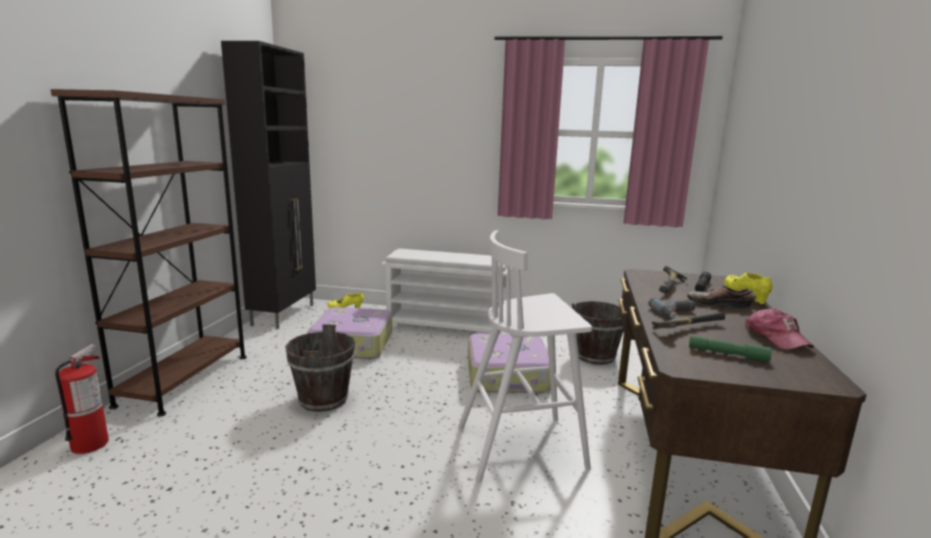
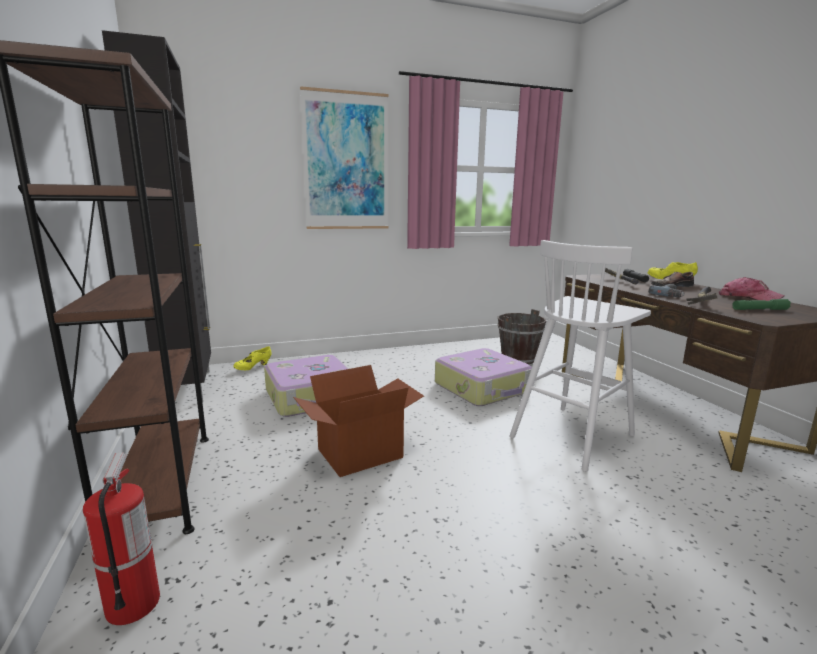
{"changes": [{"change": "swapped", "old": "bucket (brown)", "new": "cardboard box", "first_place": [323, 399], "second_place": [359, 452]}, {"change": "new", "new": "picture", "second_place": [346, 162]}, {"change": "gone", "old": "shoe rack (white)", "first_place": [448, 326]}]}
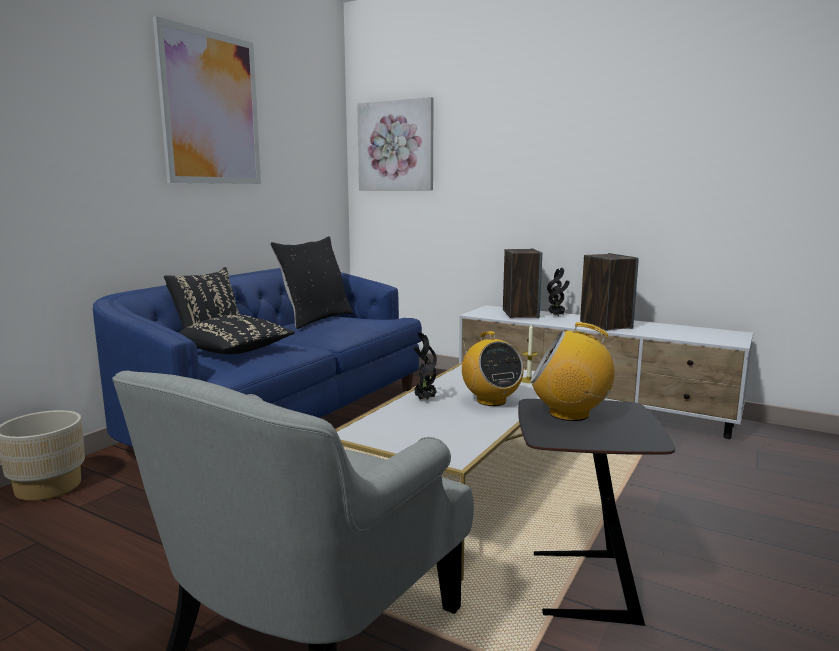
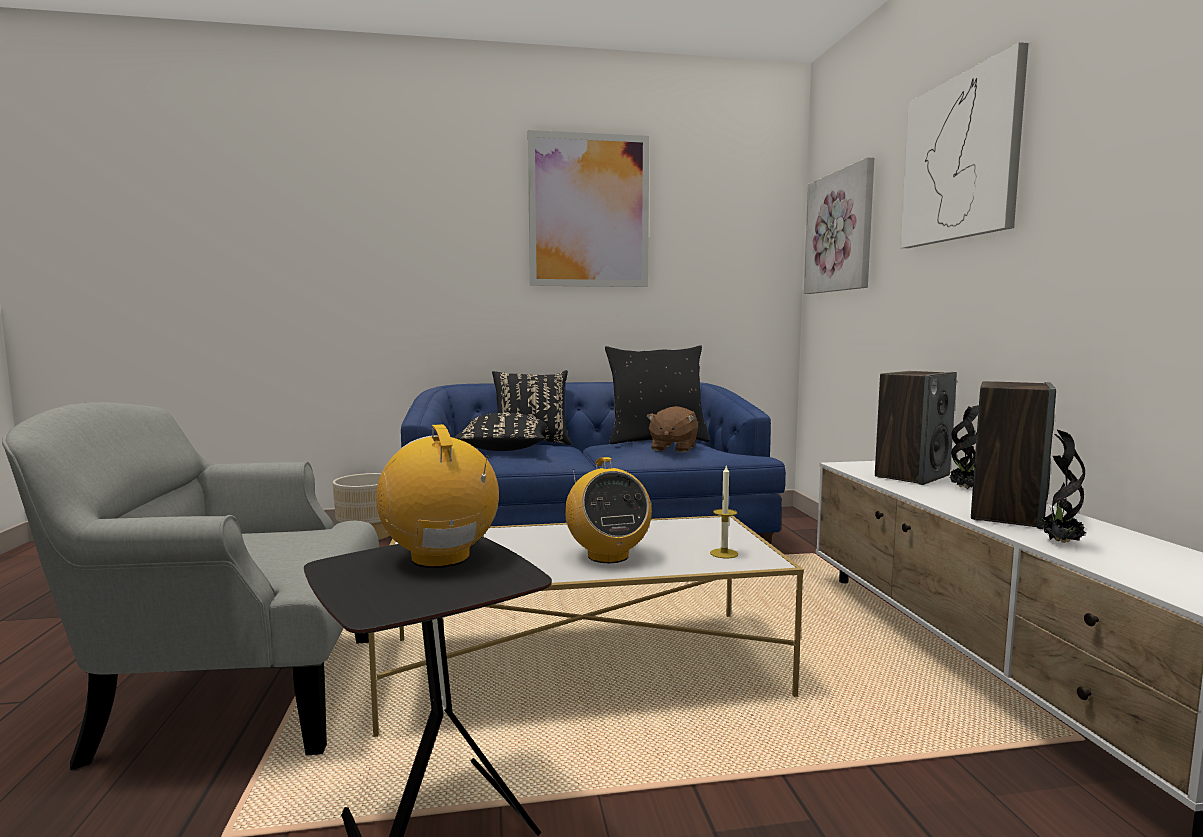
{"changes": [{"change": "rotated", "old": "radio", "first_place": [491, 401], "second_place": [607, 556], "degrees": -45}, {"change": "new", "new": "plush toy (brown)", "second_place": [673, 448]}, {"change": "new", "new": "picture", "second_place": [960, 158]}, {"change": "shifted", "old": "potted plant", "first_place": [424, 400], "second_place": [1059, 542]}]}
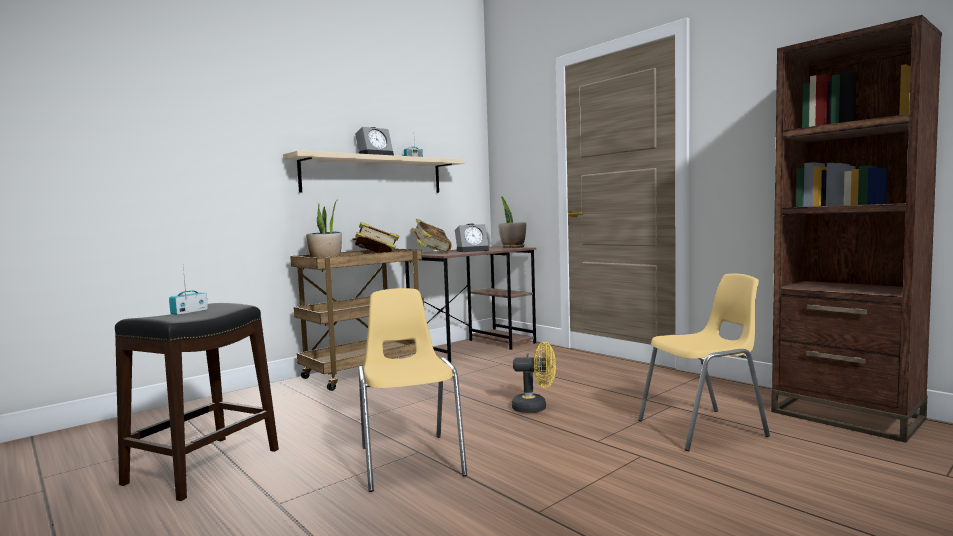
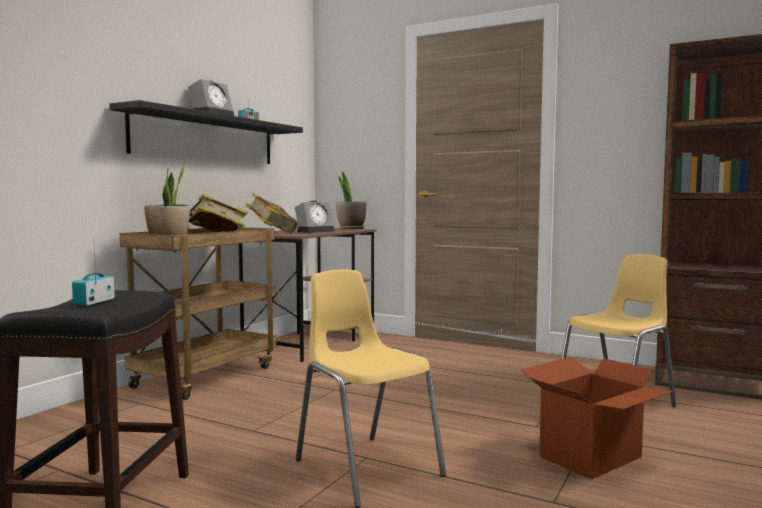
{"changes": [{"change": "repainted", "old": "shelf (beige)", "new": "shelf (black)", "first_place": [374, 175], "second_place": [207, 138]}, {"change": "new", "new": "cardboard box", "second_place": [592, 457]}, {"change": "gone", "old": "fan (yellow)", "first_place": [535, 408]}]}
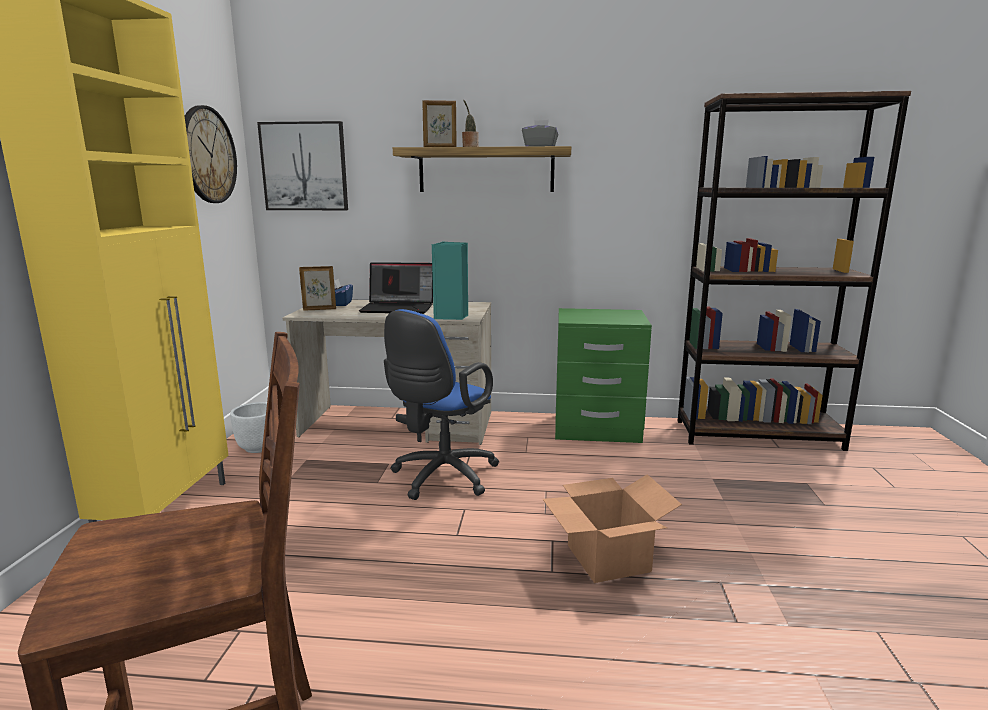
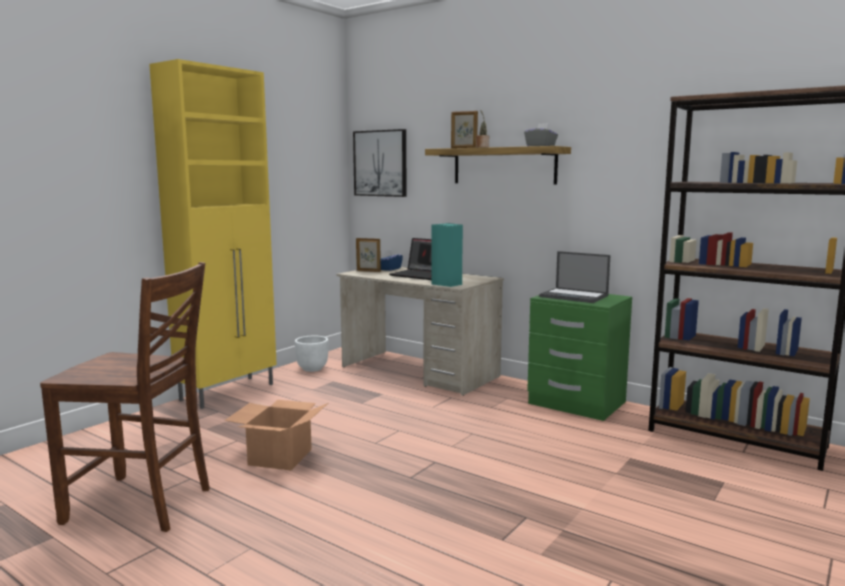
{"changes": [{"change": "shifted", "old": "cardboard box", "first_place": [609, 559], "second_place": [280, 457]}, {"change": "new", "new": "laptop", "second_place": [574, 296]}, {"change": "gone", "old": "wall clock", "first_place": [207, 155]}, {"change": "gone", "old": "office chair (blue)", "first_place": [441, 478]}]}
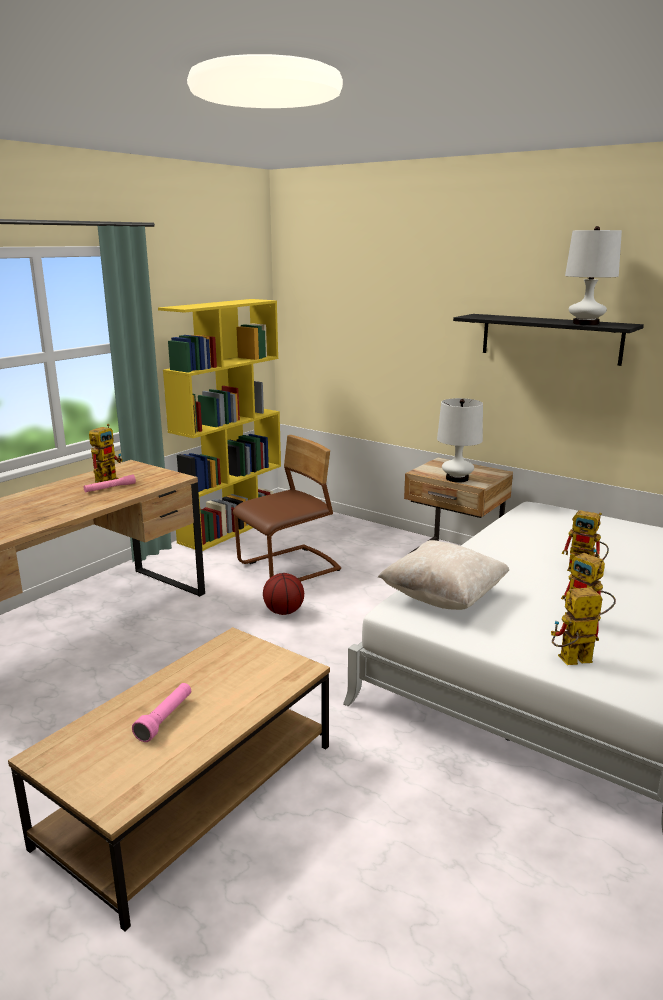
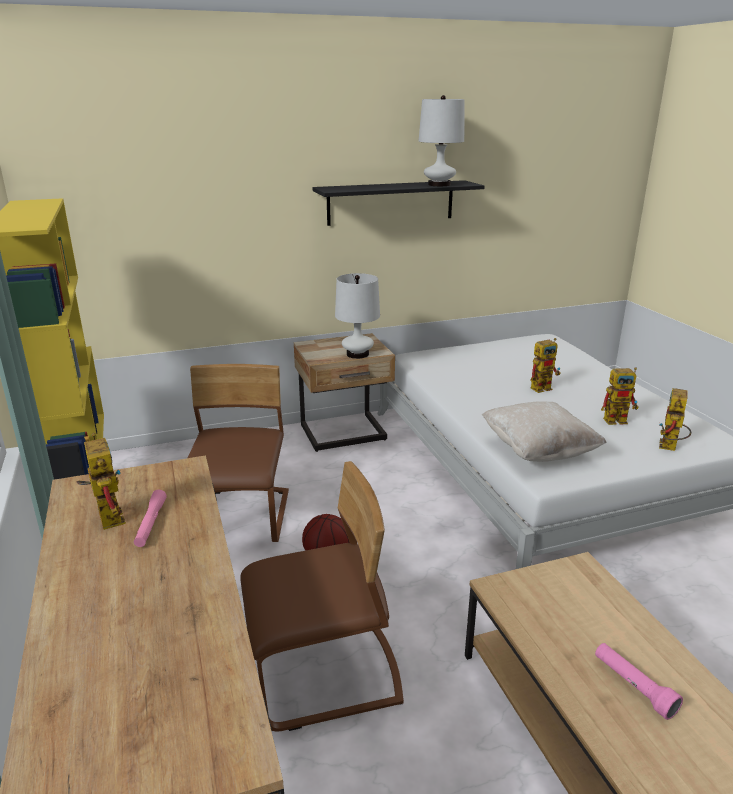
{"changes": [{"change": "new", "new": "chair (brown)", "second_place": [325, 674]}]}
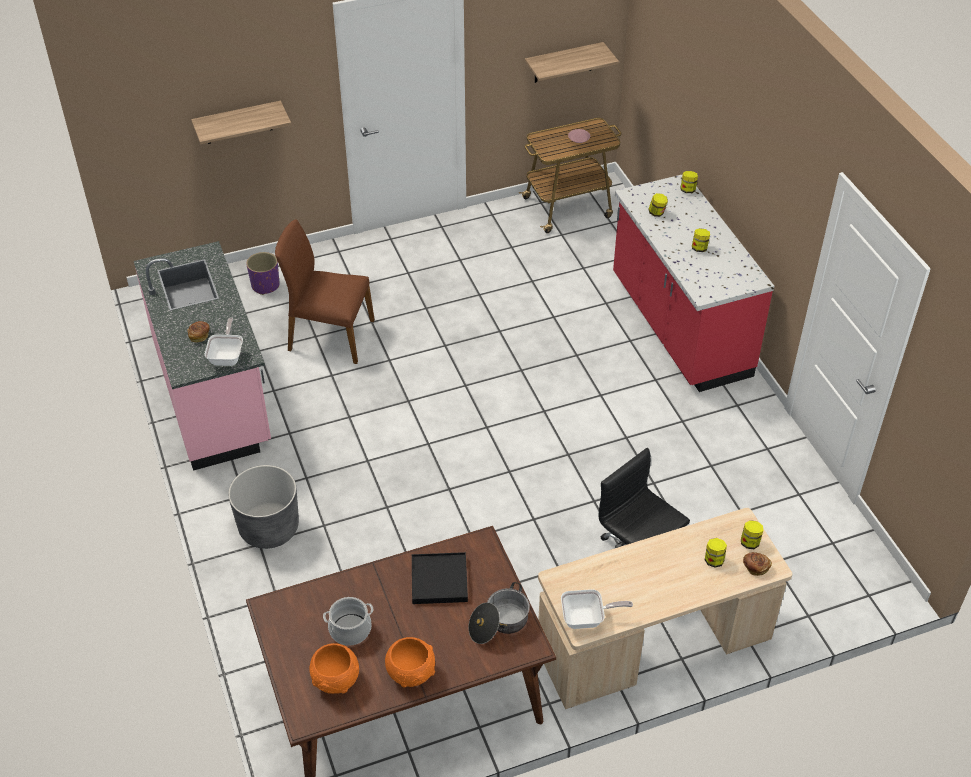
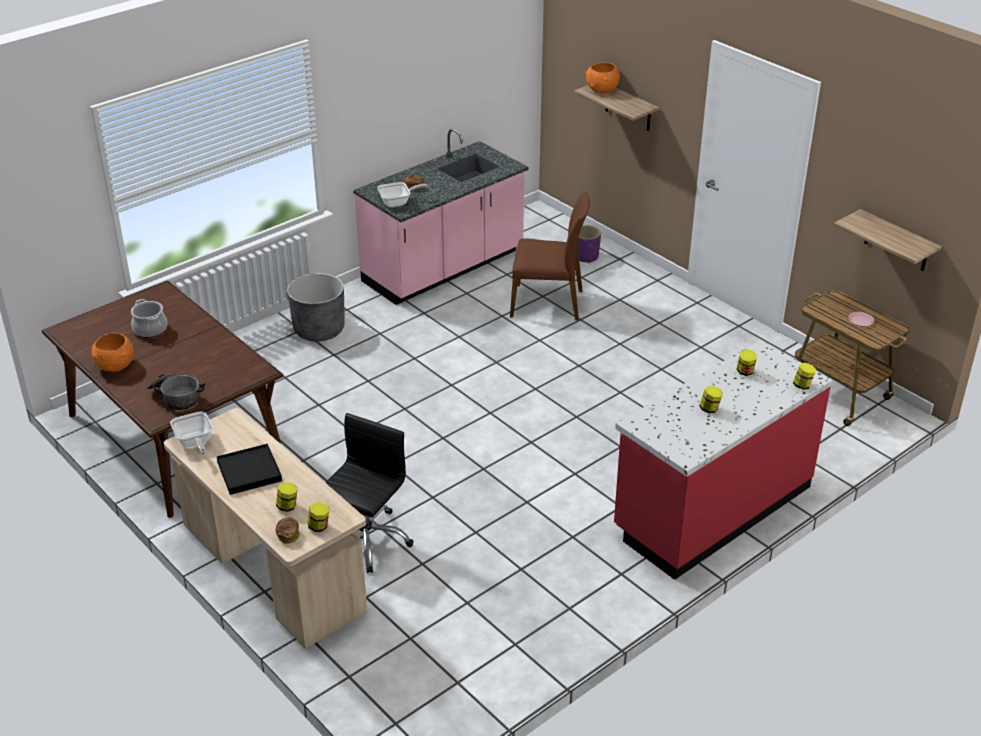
{"changes": [{"change": "shifted", "old": "tray (black)", "first_place": [439, 580], "second_place": [249, 472]}, {"change": "rotated", "old": "chair (brown)", "first_place": [329, 336], "second_place": [548, 303], "degrees": 105}, {"change": "shifted", "old": "bowl (orange)", "first_place": [336, 680], "second_place": [602, 90]}]}
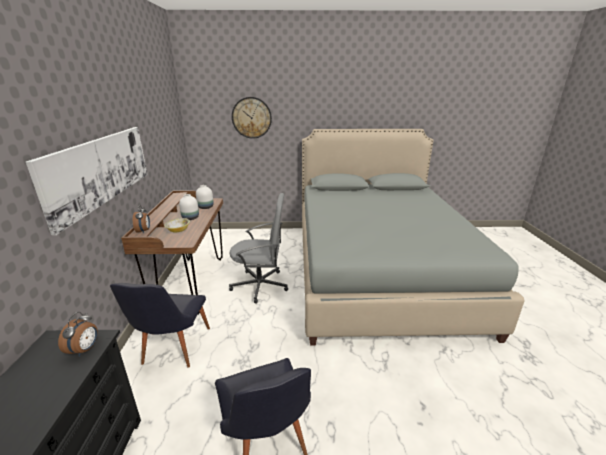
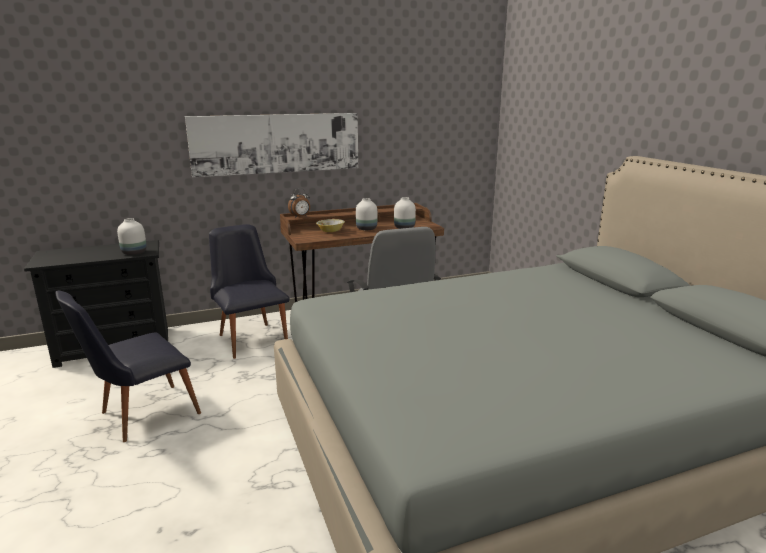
{"changes": [{"change": "swapped", "old": "alarm clock", "new": "vase (white)", "first_place": [85, 349], "second_place": [135, 252]}, {"change": "rotated", "old": "chair (black)", "first_place": [172, 350], "second_place": [251, 337], "degrees": 75}, {"change": "gone", "old": "wall clock", "first_place": [251, 118]}]}
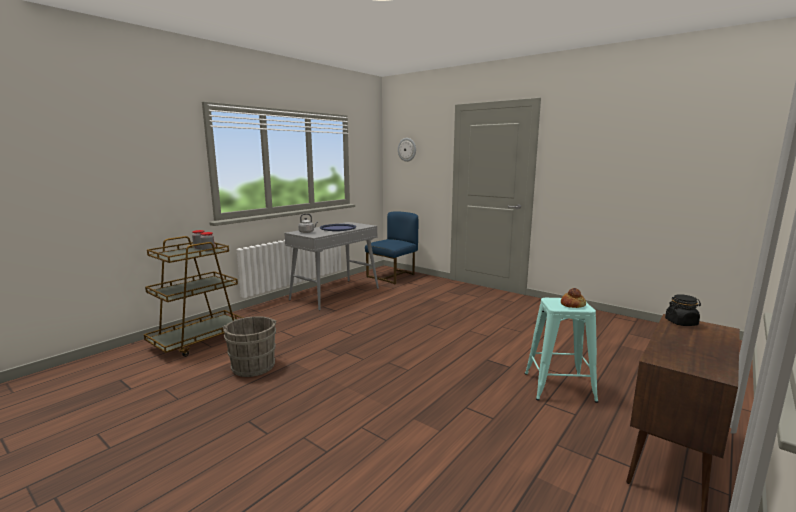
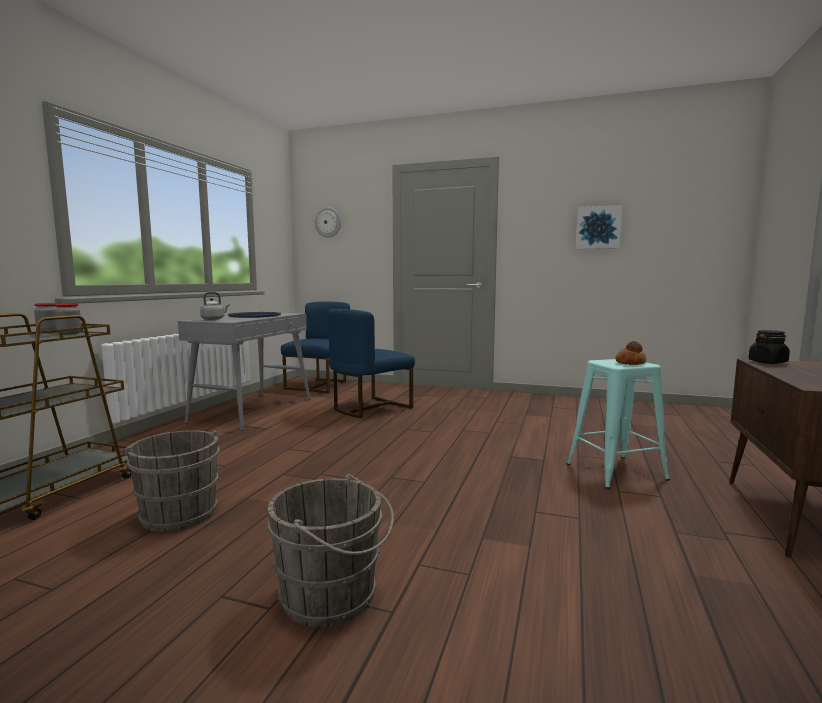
{"changes": [{"change": "new", "new": "bucket (grey)", "second_place": [334, 596]}, {"change": "new", "new": "chair (blue)", "second_place": [370, 408]}, {"change": "new", "new": "picture", "second_place": [598, 227]}]}
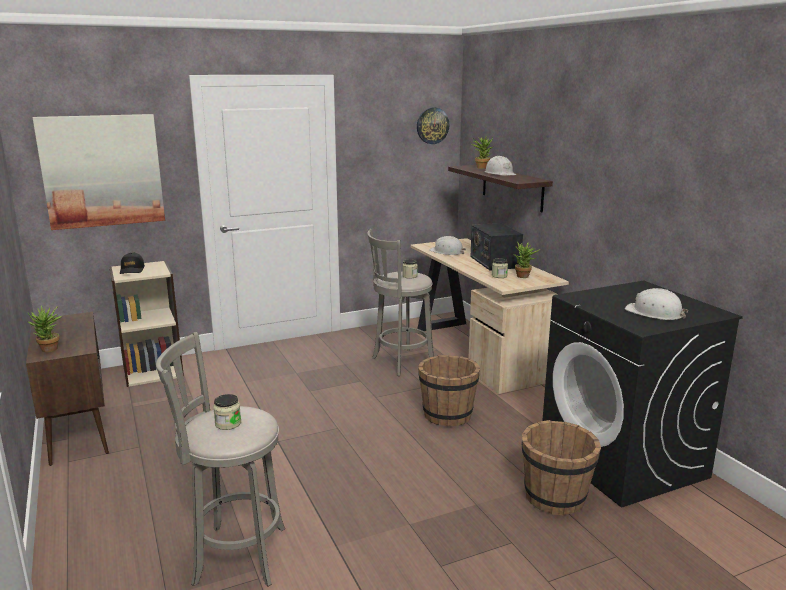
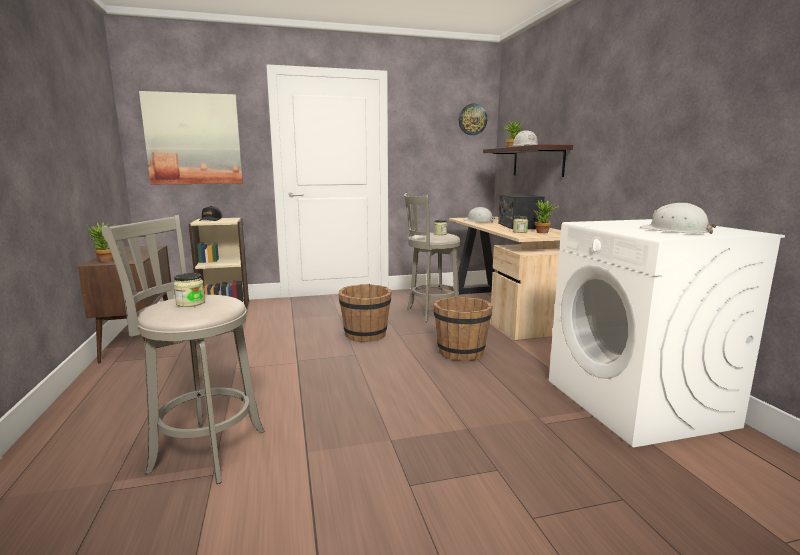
{"changes": [{"change": "shifted", "old": "bucket (brown)", "first_place": [555, 498], "second_place": [365, 335]}, {"change": "repainted", "old": "washing machine (black)", "new": "washing machine (white)", "first_place": [623, 460], "second_place": [638, 403]}]}
